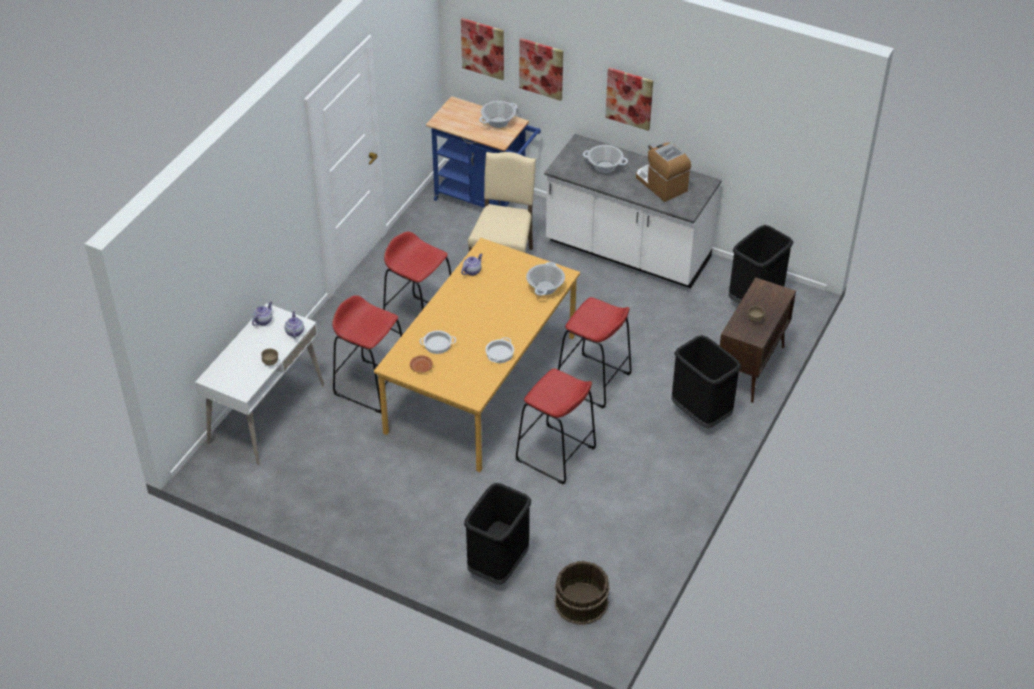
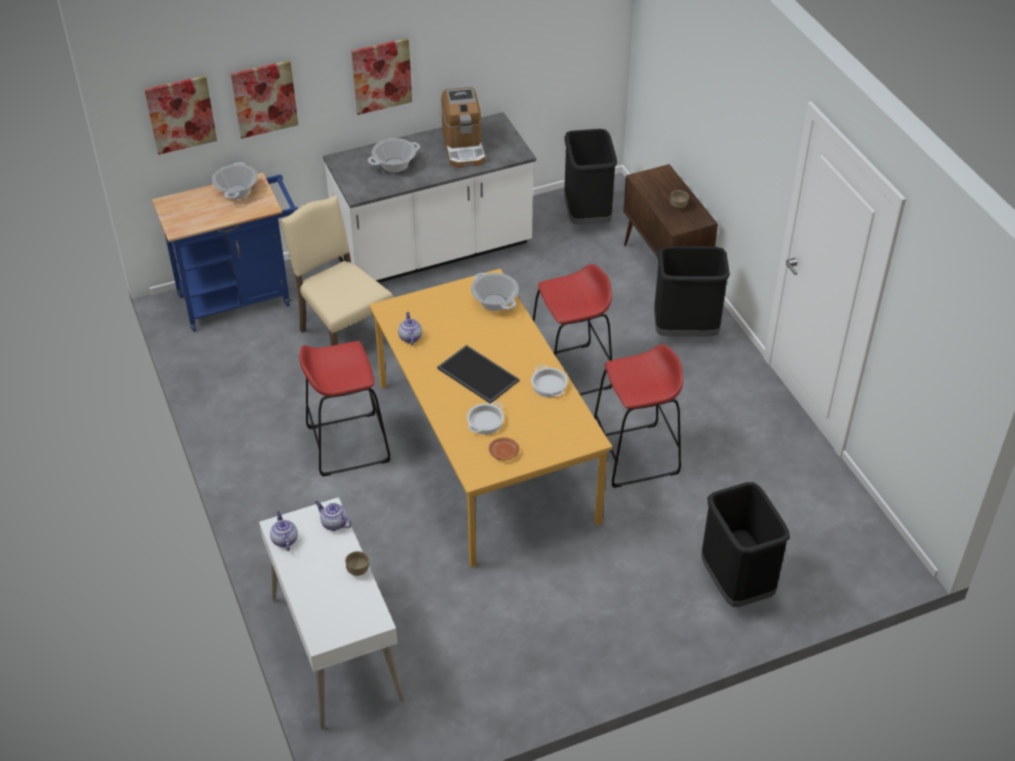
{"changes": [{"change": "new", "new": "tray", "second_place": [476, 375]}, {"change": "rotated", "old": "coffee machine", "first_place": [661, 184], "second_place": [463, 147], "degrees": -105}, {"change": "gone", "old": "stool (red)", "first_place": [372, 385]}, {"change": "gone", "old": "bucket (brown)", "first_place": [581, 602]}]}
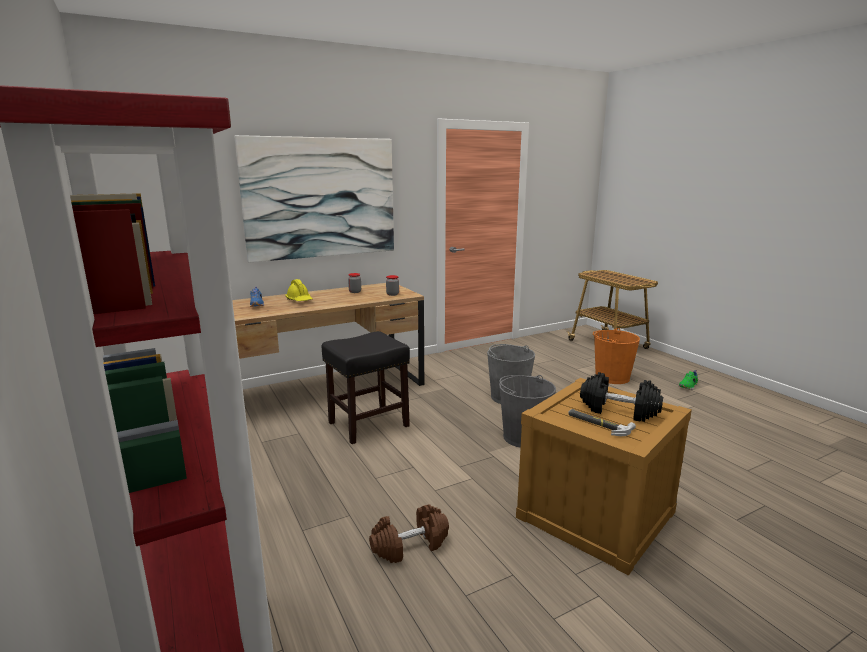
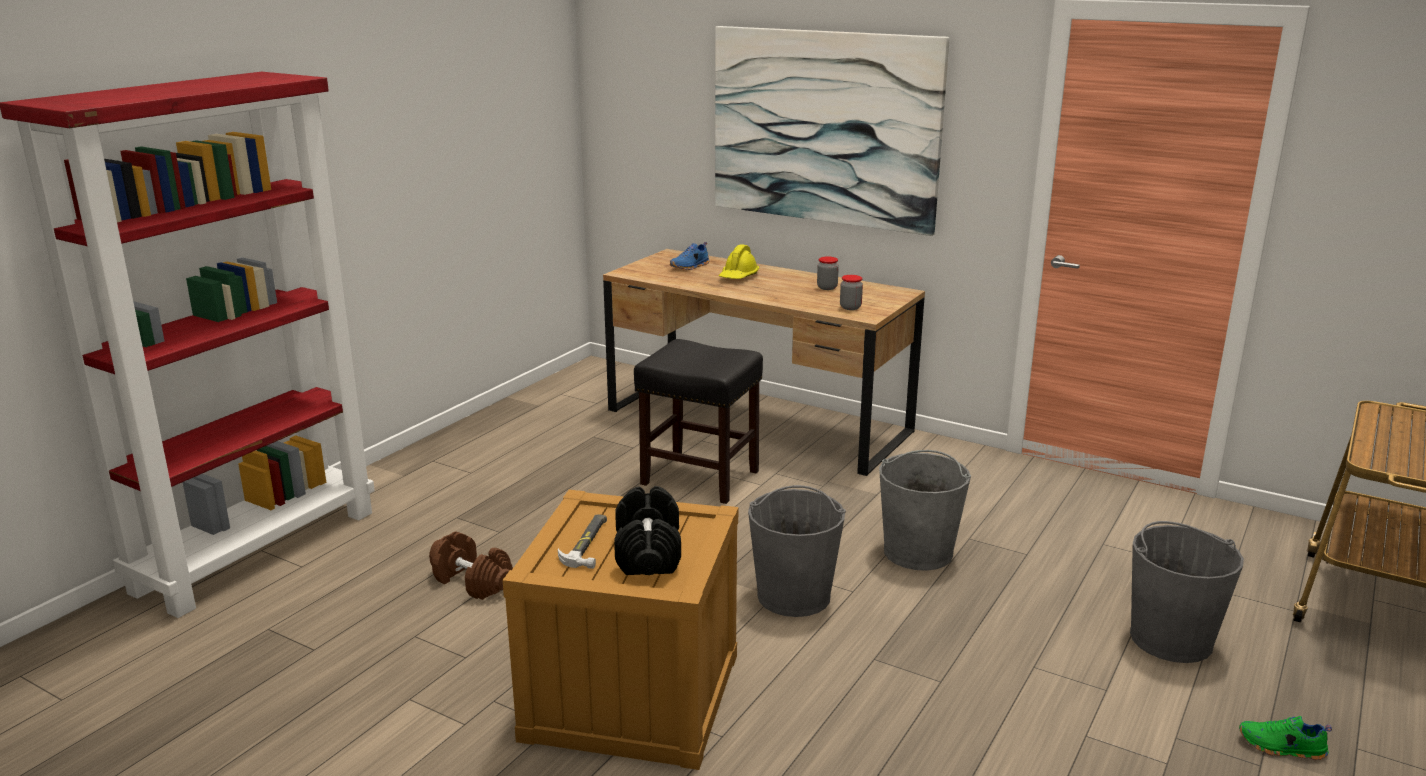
{"changes": [{"change": "repainted", "old": "bucket (orange)", "new": "bucket (grey)", "first_place": [611, 377], "second_place": [1170, 639]}]}
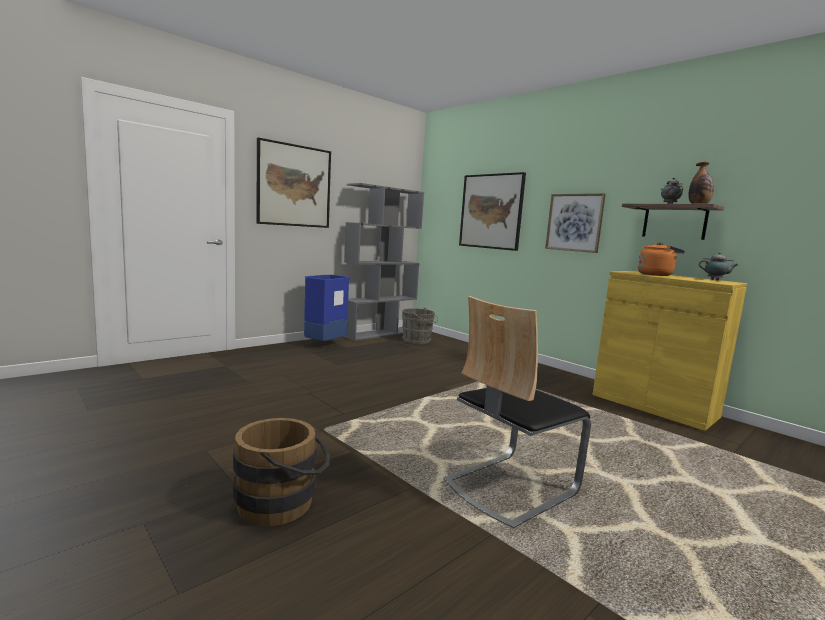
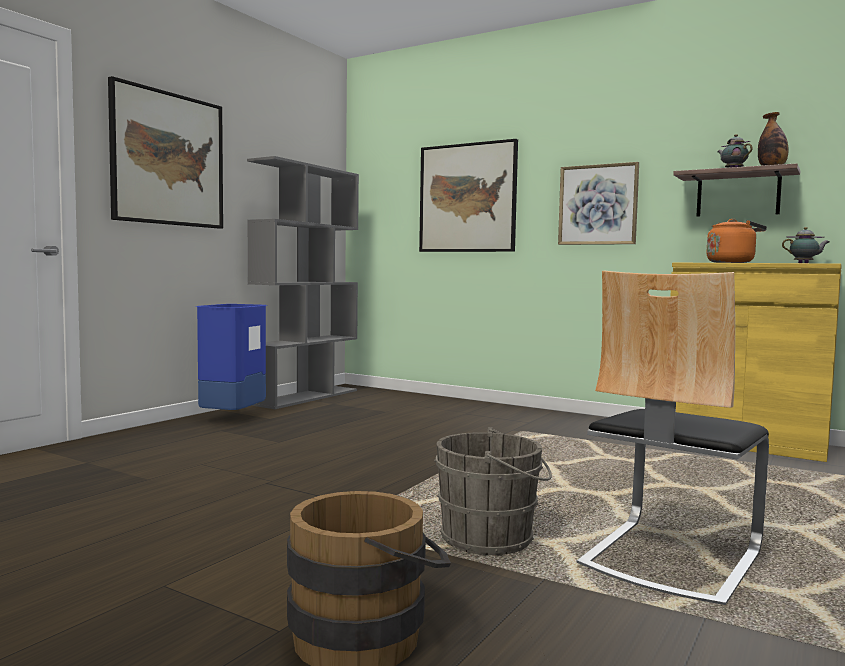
{"changes": [{"change": "shifted", "old": "bucket (grey)", "first_place": [418, 341], "second_place": [493, 540]}]}
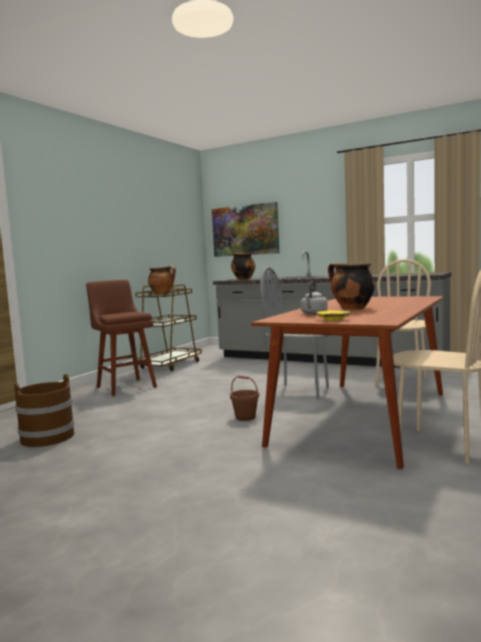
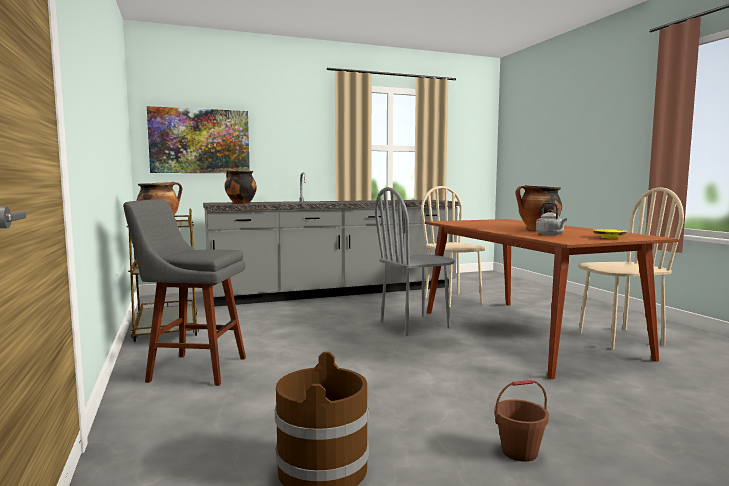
{"changes": [{"change": "repainted", "old": "stool (brown)", "new": "stool (grey)", "first_place": [125, 386], "second_place": [193, 369]}, {"change": "shifted", "old": "bucket (brown)", "first_place": [245, 417], "second_place": [519, 451]}]}
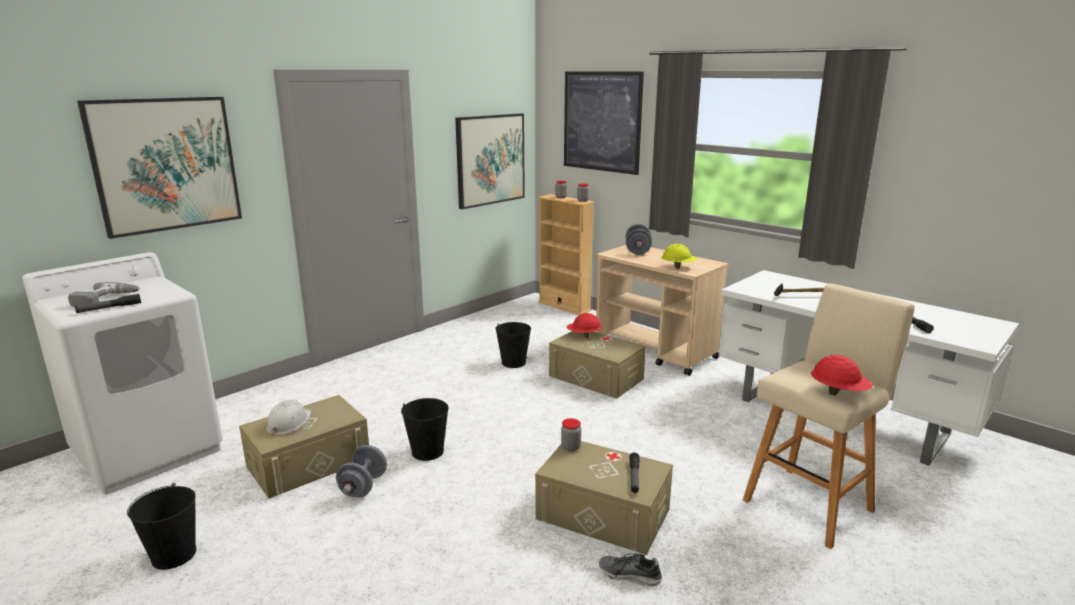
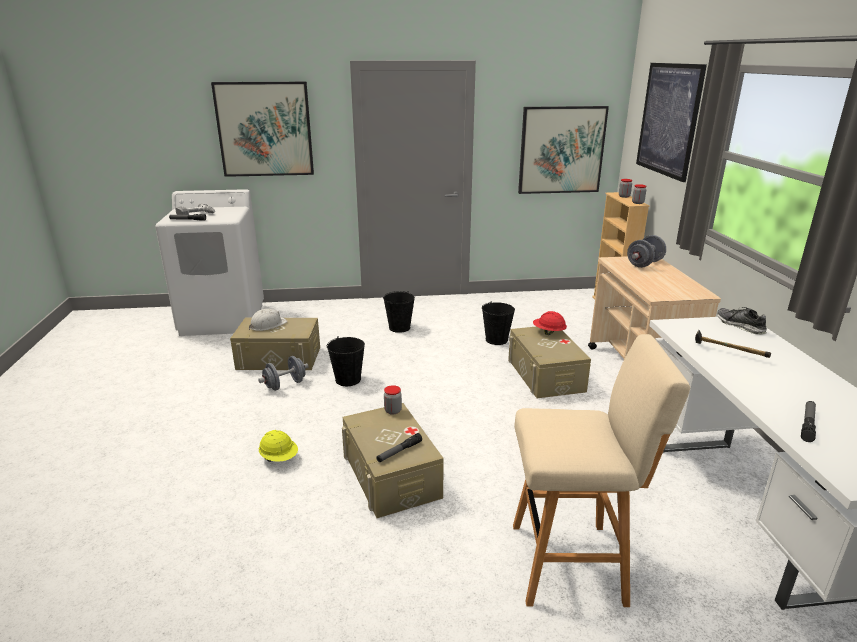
{"changes": [{"change": "shifted", "old": "hard hat (yellow)", "first_place": [678, 267], "second_place": [279, 458]}, {"change": "shifted", "old": "bucket (black)", "first_place": [174, 555], "second_place": [399, 328]}, {"change": "shifted", "old": "shoe", "first_place": [629, 575], "second_place": [740, 326]}, {"change": "gone", "old": "hard hat (red)", "first_place": [839, 392]}]}
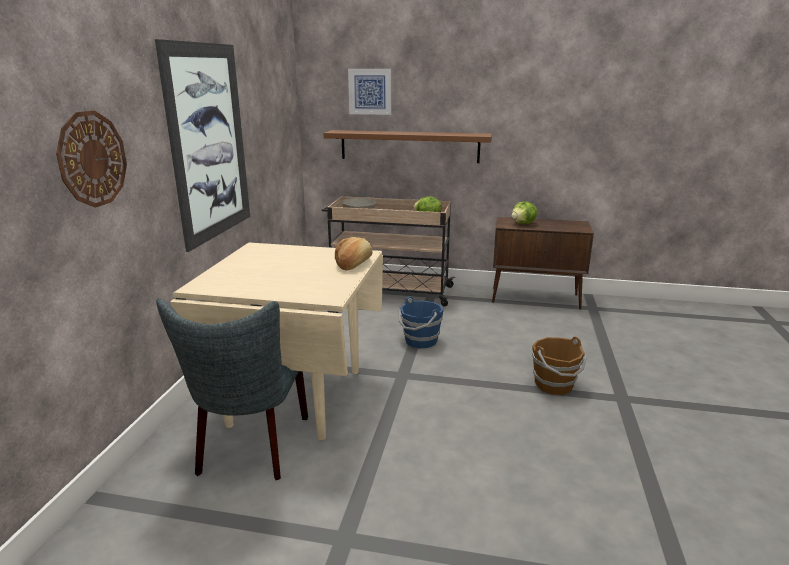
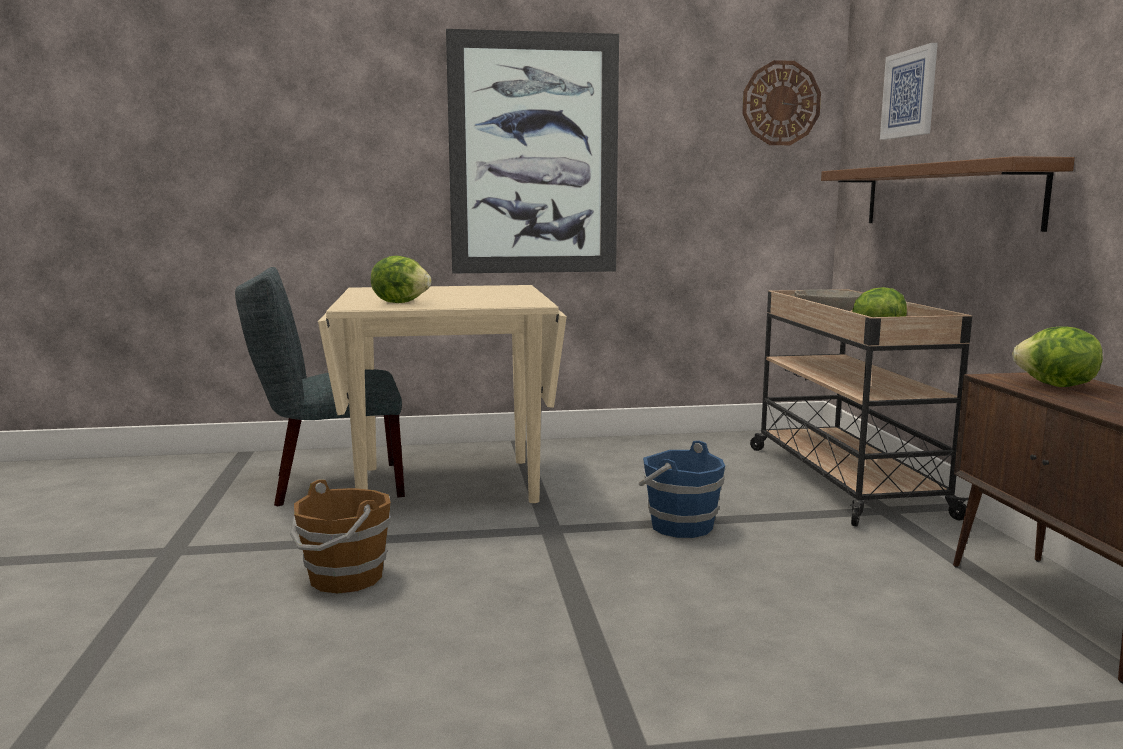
{"changes": [{"change": "shifted", "old": "bucket (brown)", "first_place": [554, 385], "second_place": [344, 578]}, {"change": "new", "new": "lettuce", "second_place": [401, 303]}, {"change": "shifted", "old": "wall clock", "first_place": [92, 159], "second_place": [781, 103]}, {"change": "gone", "old": "bread", "first_place": [354, 264]}]}
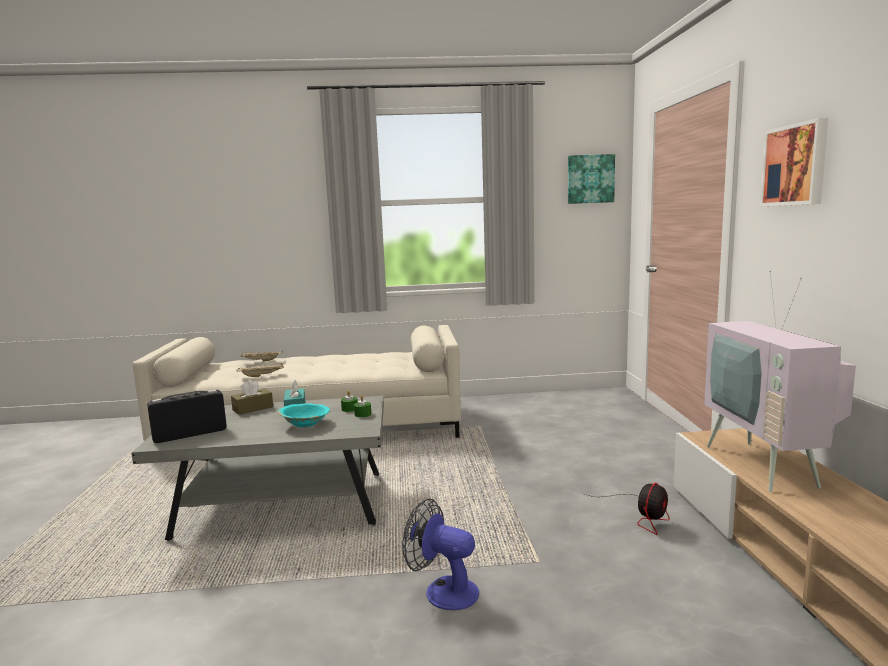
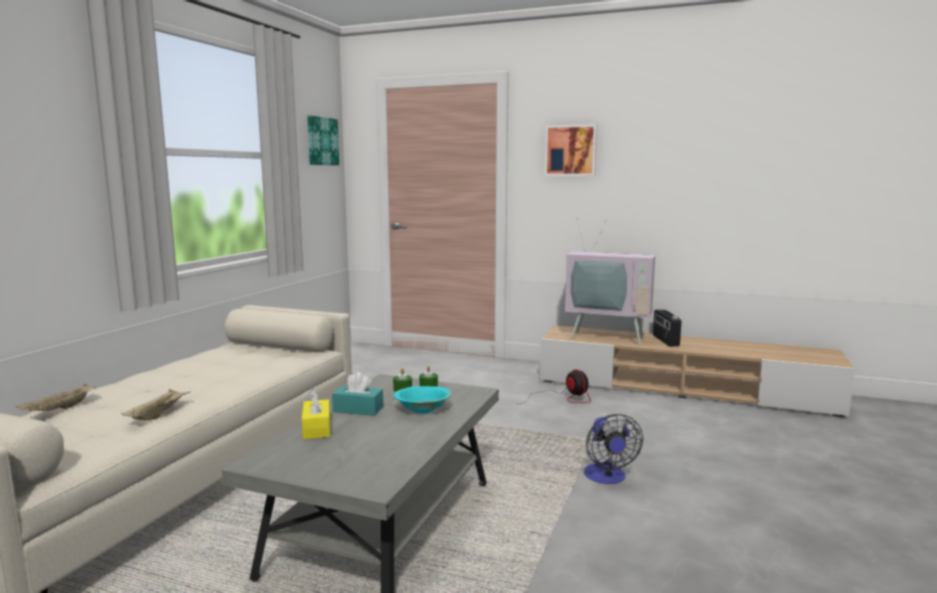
{"changes": [{"change": "repainted", "old": "tissue box (brown)", "new": "tissue box (yellow)", "first_place": [253, 408], "second_place": [317, 428]}, {"change": "rotated", "old": "fan", "first_place": [443, 590], "second_place": [607, 478], "degrees": -60}, {"change": "shifted", "old": "radio", "first_place": [190, 434], "second_place": [665, 340]}]}
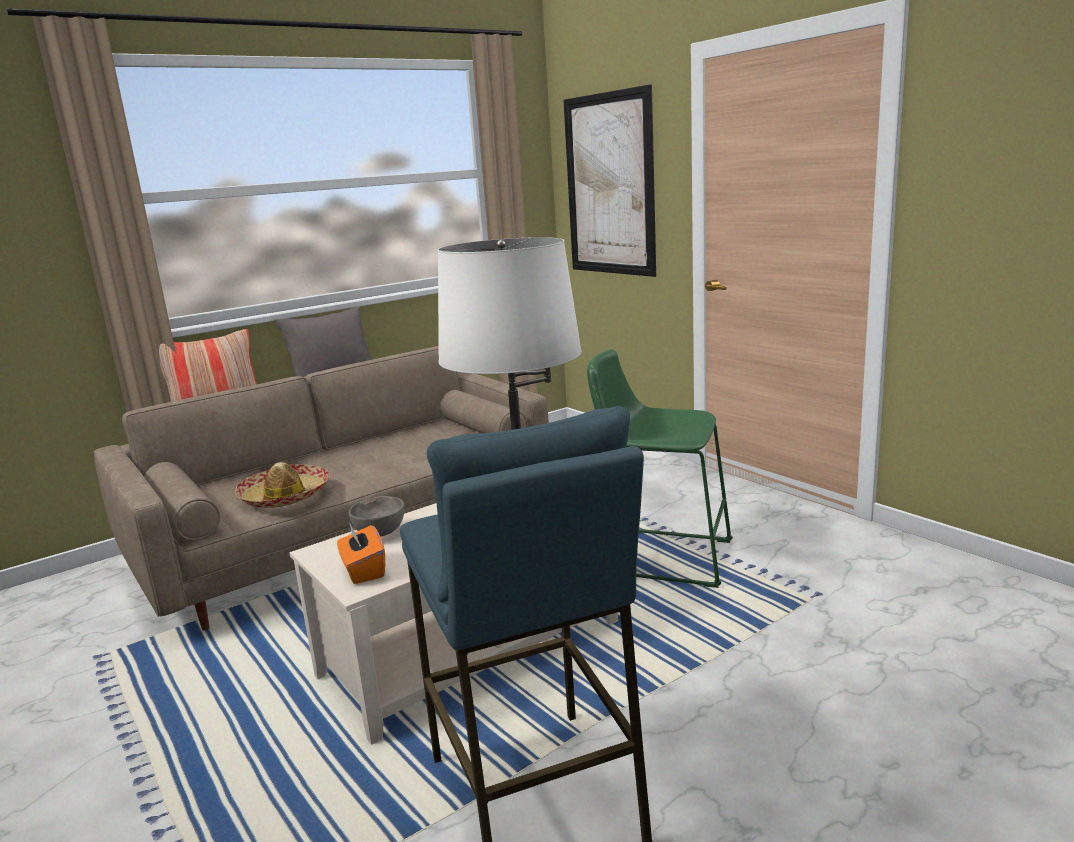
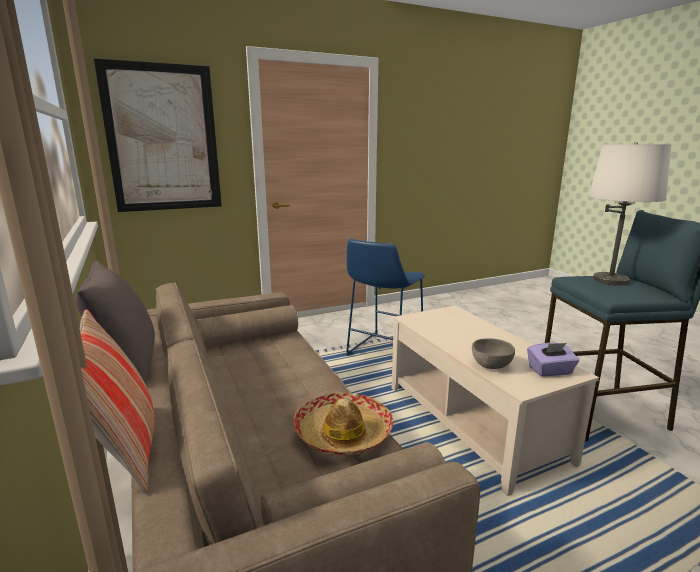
{"changes": [{"change": "repainted", "old": "stool (green)", "new": "stool (blue)", "first_place": [661, 557], "second_place": [383, 352]}, {"change": "repainted", "old": "tissue box (orange)", "new": "tissue box (purple)", "first_place": [363, 571], "second_place": [550, 371]}]}
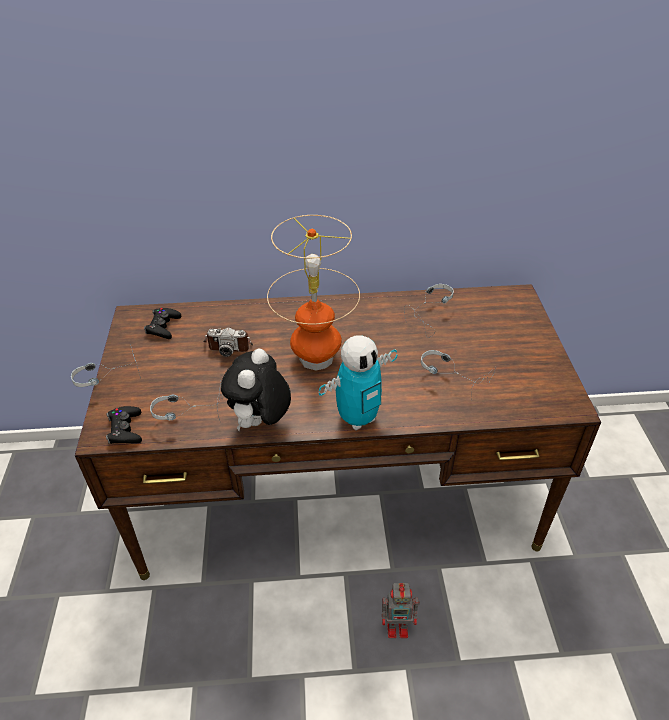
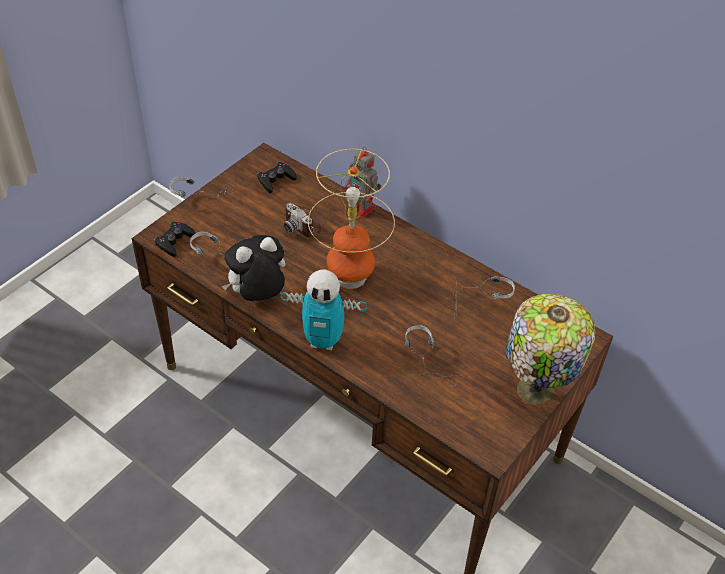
{"changes": [{"change": "shifted", "old": "toy robot", "first_place": [398, 626], "second_place": [363, 209]}, {"change": "new", "new": "table lamp", "second_place": [534, 392]}]}
